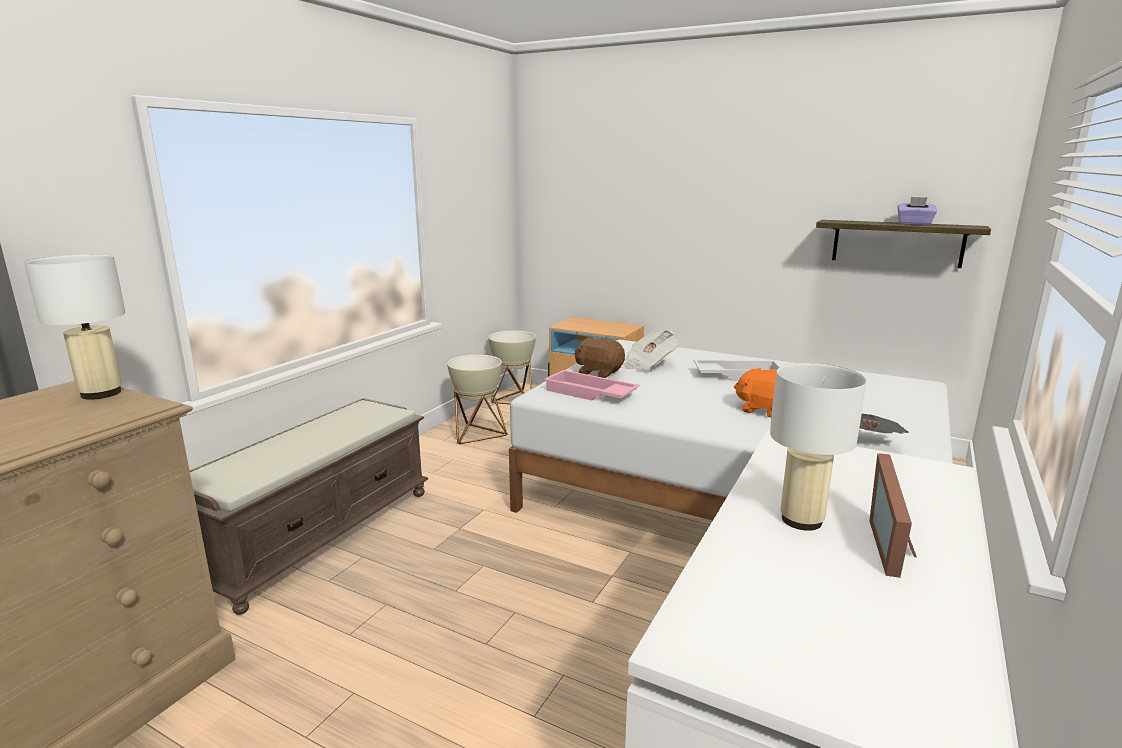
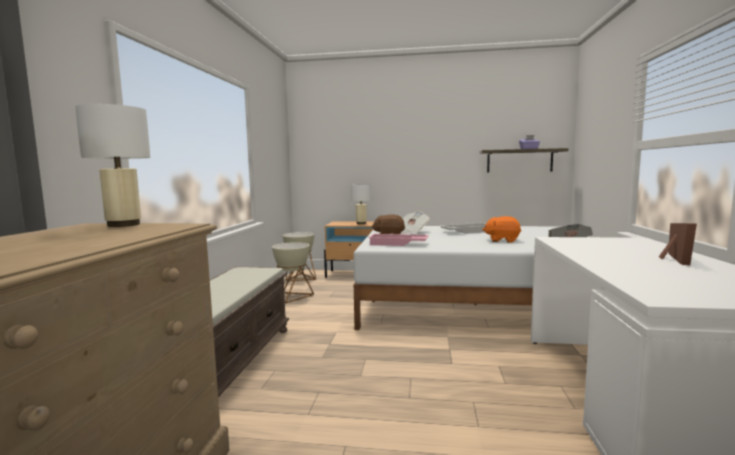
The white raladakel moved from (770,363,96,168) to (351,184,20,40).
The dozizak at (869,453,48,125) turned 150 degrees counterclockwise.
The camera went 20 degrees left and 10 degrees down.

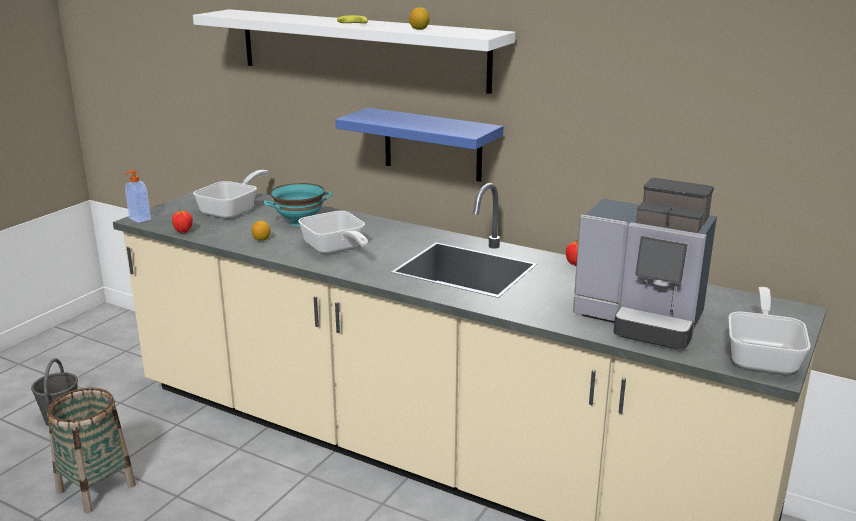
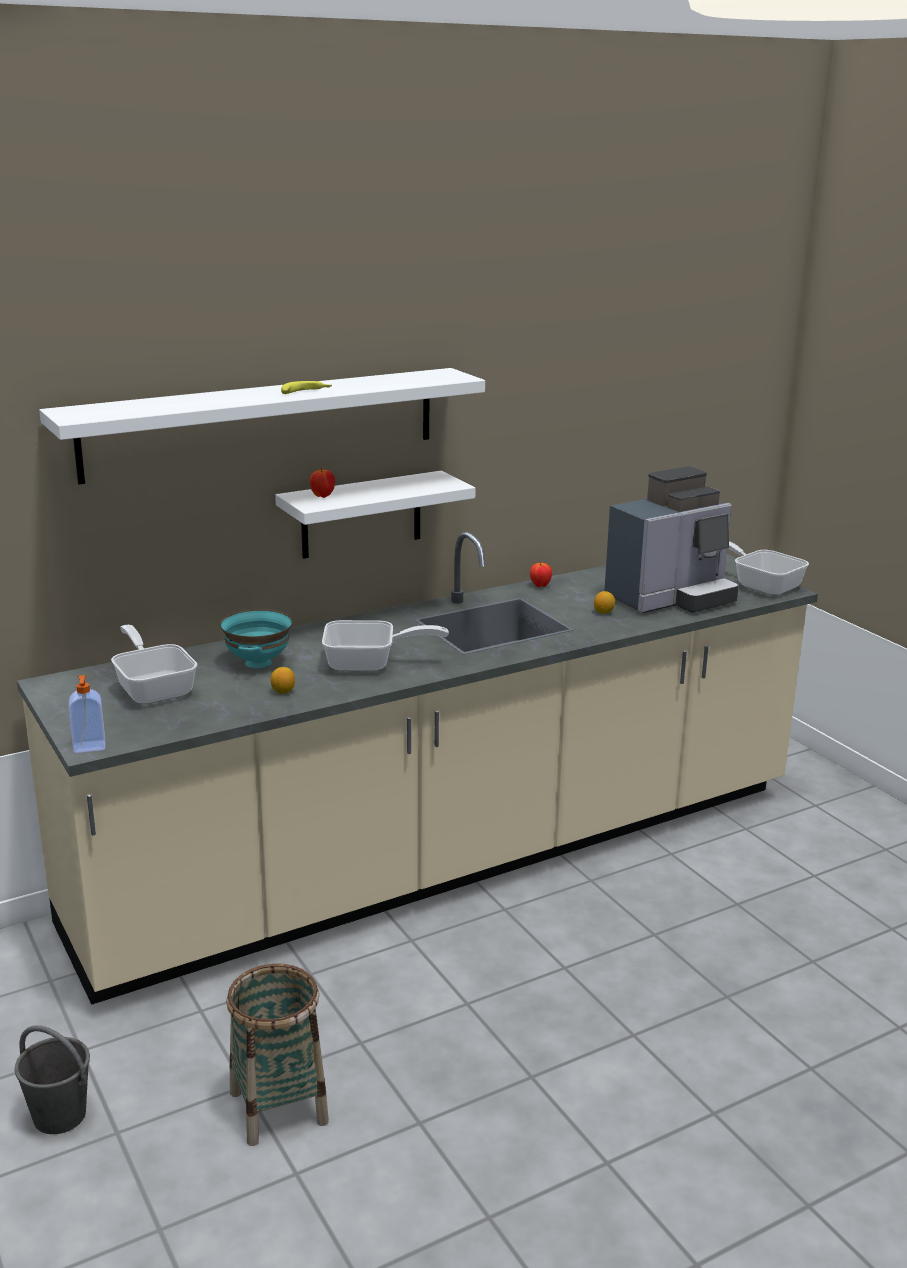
The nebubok moved from (409,7,21,23) to (594,591,21,23).
The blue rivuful at (335,108,168,74) became the white rivuful at (275,471,201,88).
The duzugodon moved from (172,209,21,24) to (310,468,25,30).
The camera went 60 degrees left and 0 degrees up.

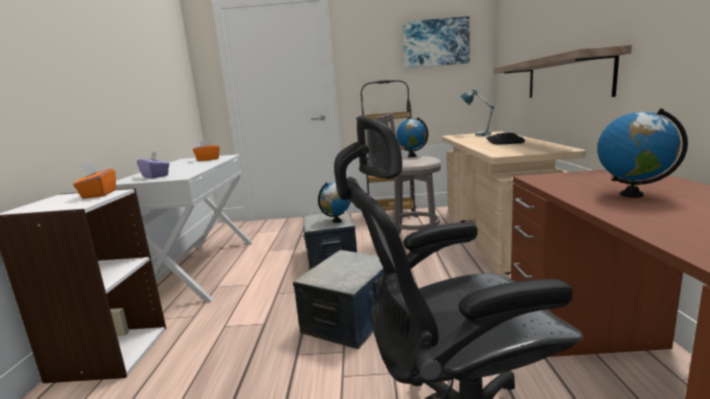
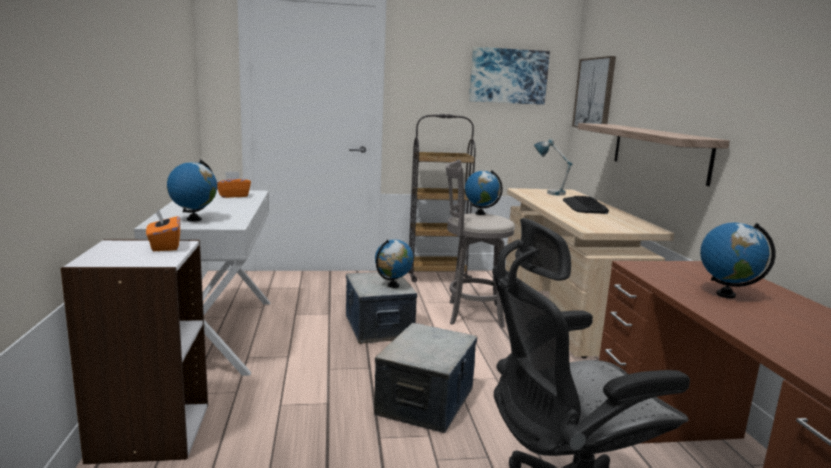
The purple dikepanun at (137,152,32,26) was replaced by the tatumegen at (167,160,50,62).
The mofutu at (572,56,44,71) appeared.
The camera went 10 degrees left and 0 degrees up.

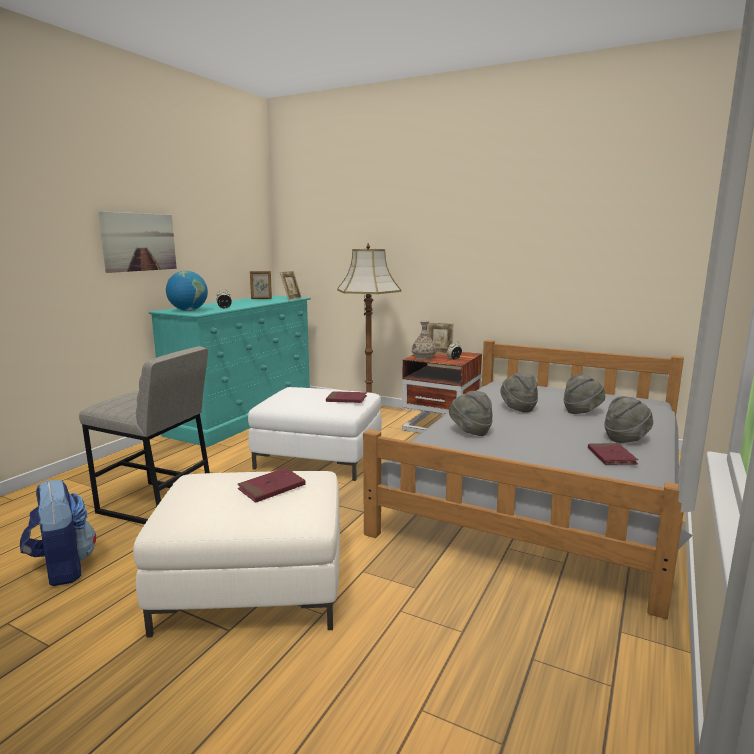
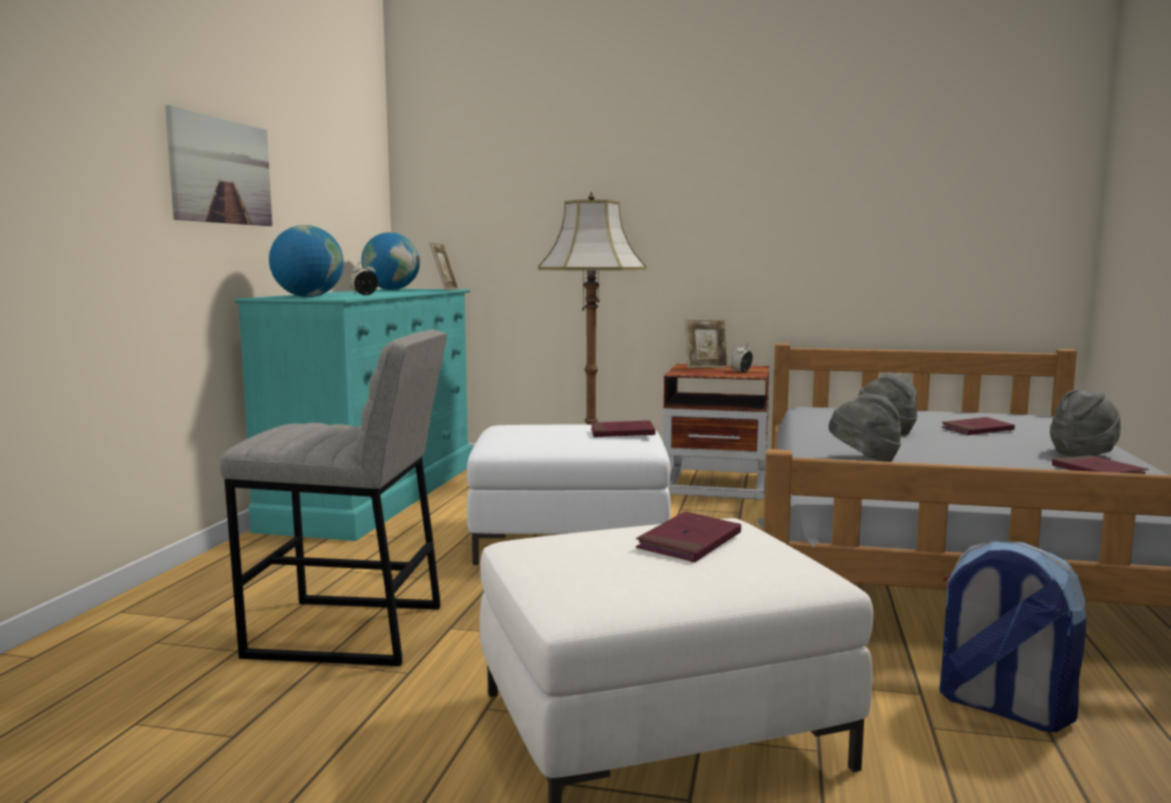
The dozizak at (250,271,22,28) was replaced by the tatumegen at (361,232,59,58).
The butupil at (412,321,24,39) disappeared.
The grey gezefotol at (563,375,42,39) was replaced by the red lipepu at (941,417,74,18).
The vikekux moved from (20,480,76,106) to (939,540,147,192).
The camera went 15 degrees left and 5 degrees down.

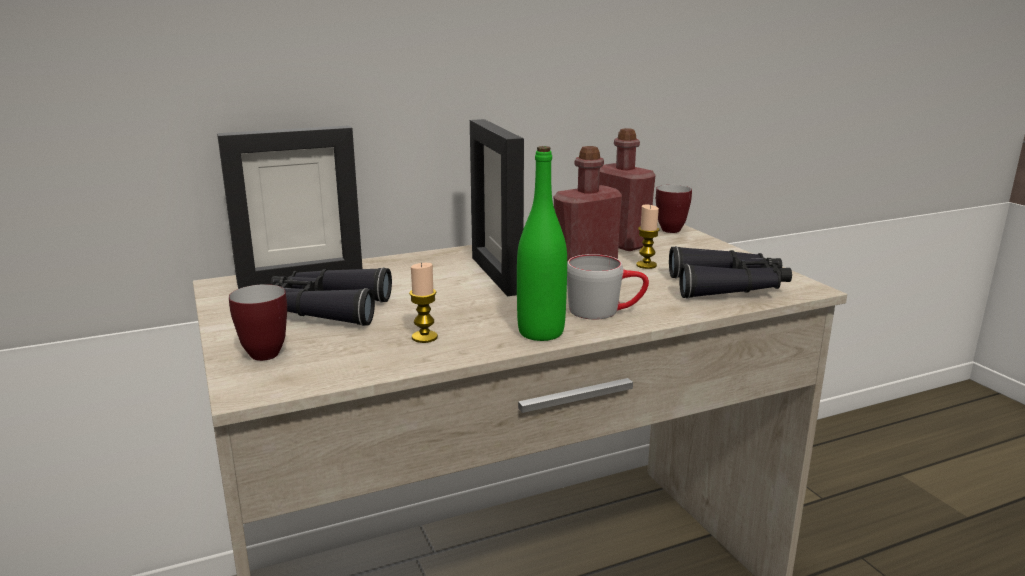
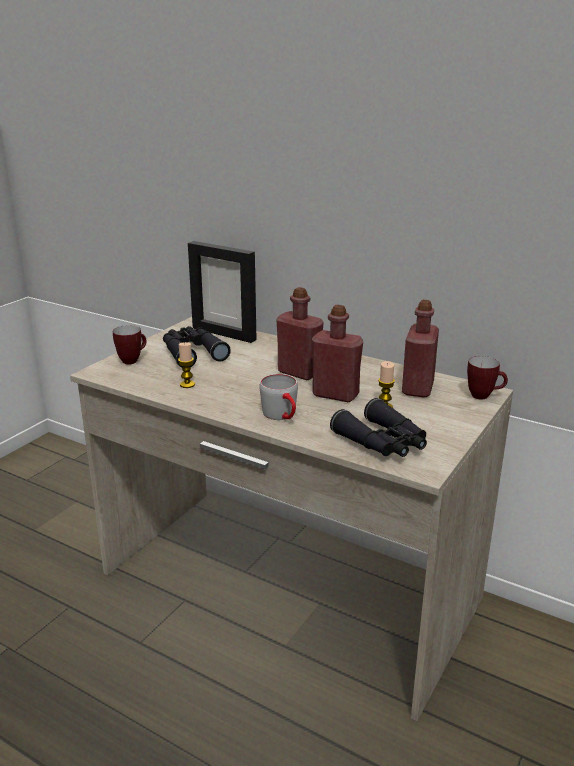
The dozizak at (470,119,54,177) was replaced by the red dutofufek at (276,287,47,93).
The green dutofufek at (517,146,50,195) disappeared.
The camera went 55 degrees right and 5 degrees up.

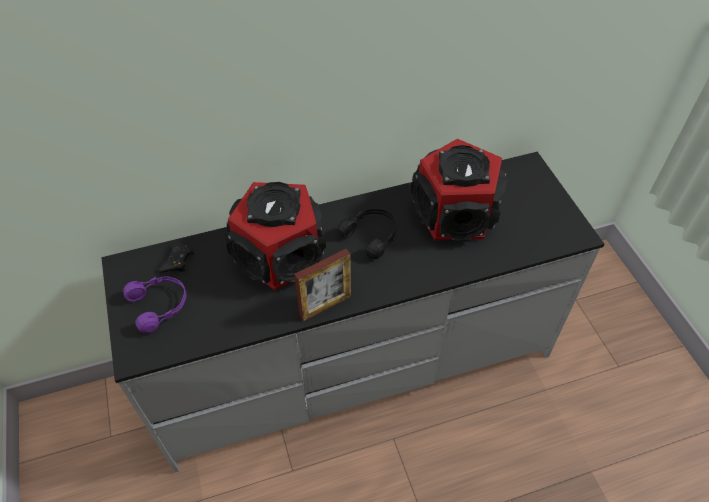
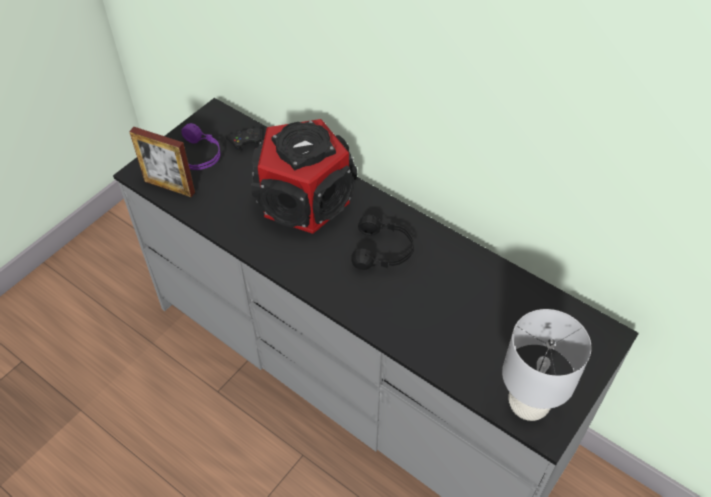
The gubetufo at (411,139,97,102) disappeared.
The dozizak moved from (294,249,57,72) to (129,127,66,70).
The grey raladakel at (502,309,89,112) appeared.
The camera went 55 degrees right and 0 degrees up.

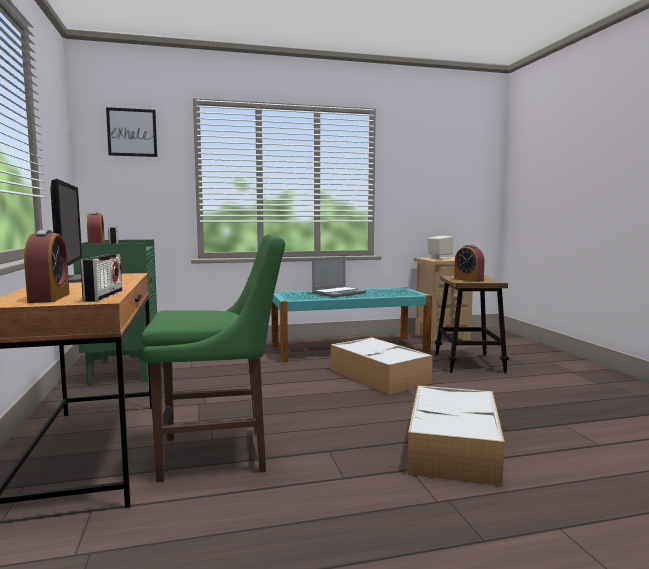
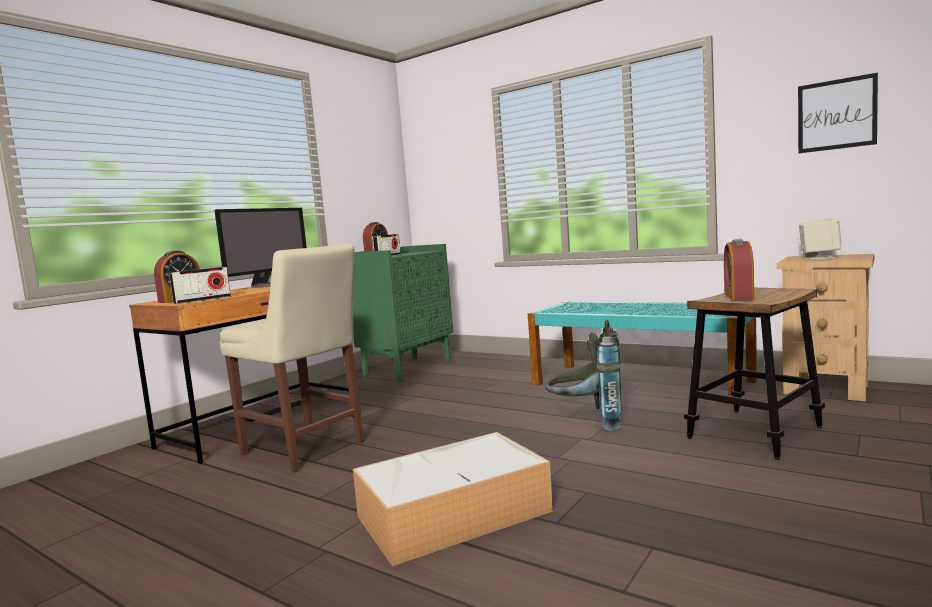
The mofutu moved from (106,107,51,50) to (798,73,80,80).
The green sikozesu at (142,234,143,248) became the beige sikozesu at (220,244,144,228).
The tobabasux at (312,256,54,41) disappeared.
The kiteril at (331,337,102,58) was replaced by the grey vikekux at (546,320,76,111).
The camera went 50 degrees right and 0 degrees up.

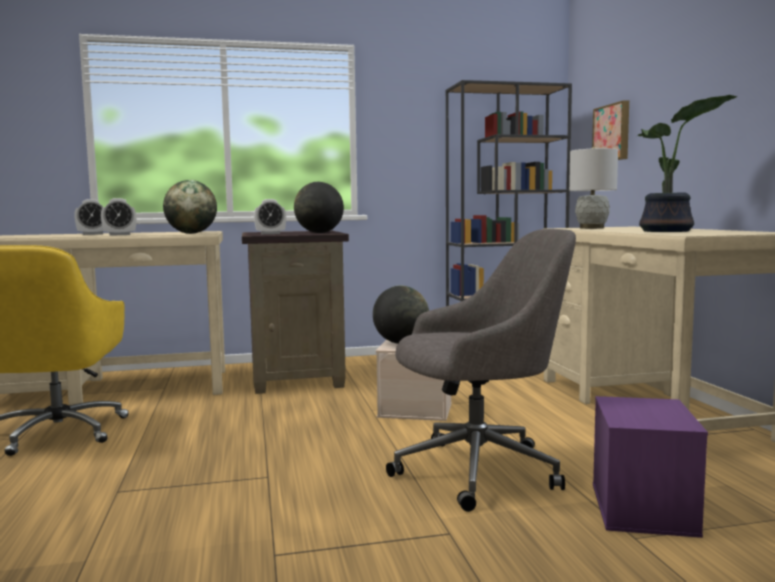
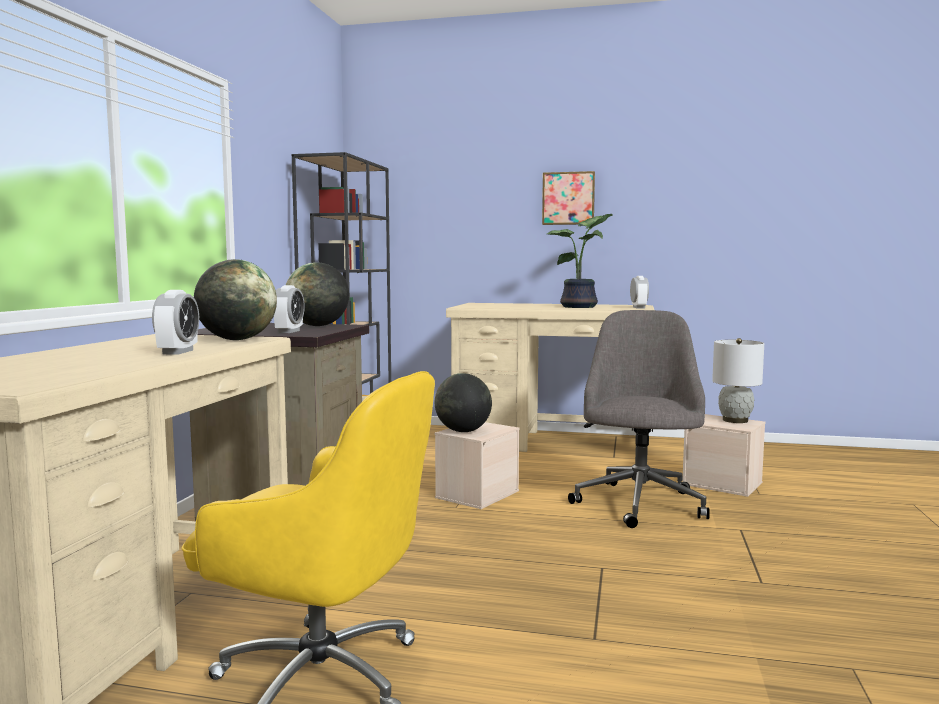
The mofutu moved from (592,100,37,60) to (542,171,53,54).
The white raladakel moved from (569,146,49,83) to (712,338,52,85).
The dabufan moved from (74,199,29,36) to (630,276,19,32).
The purple kiteril at (593,396,115,142) became the beige kiteril at (682,414,84,83).
The camera went 65 degrees left and 0 degrees up.

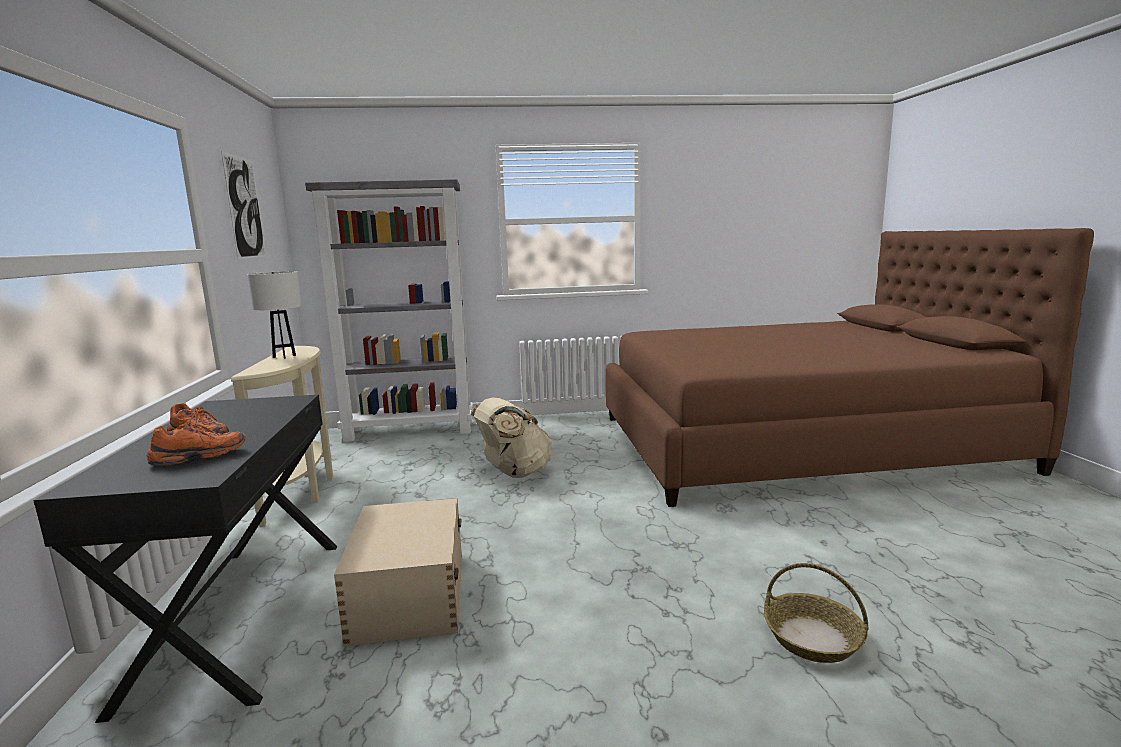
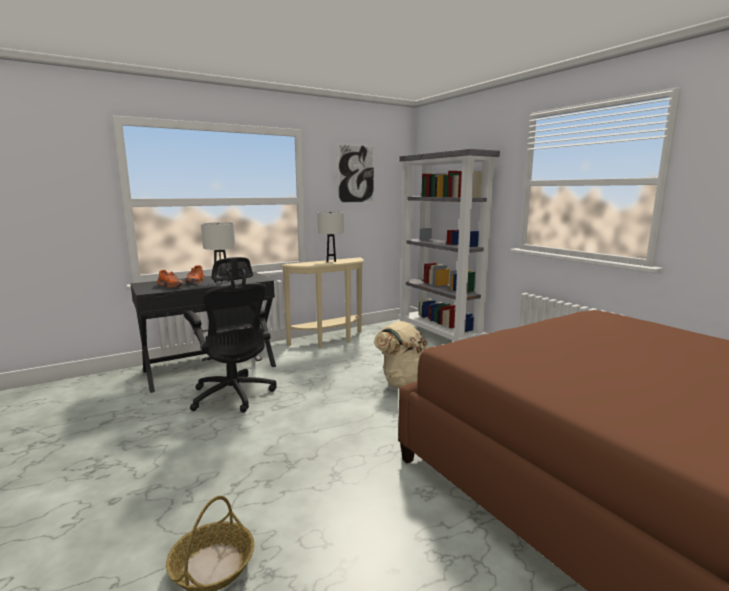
The beige kiteril at (334,498,128,148) was replaced by the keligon at (184,257,92,155).
The white raladakel at (201,222,35,61) appeared.
The camera went 65 degrees right and 0 degrees up.

